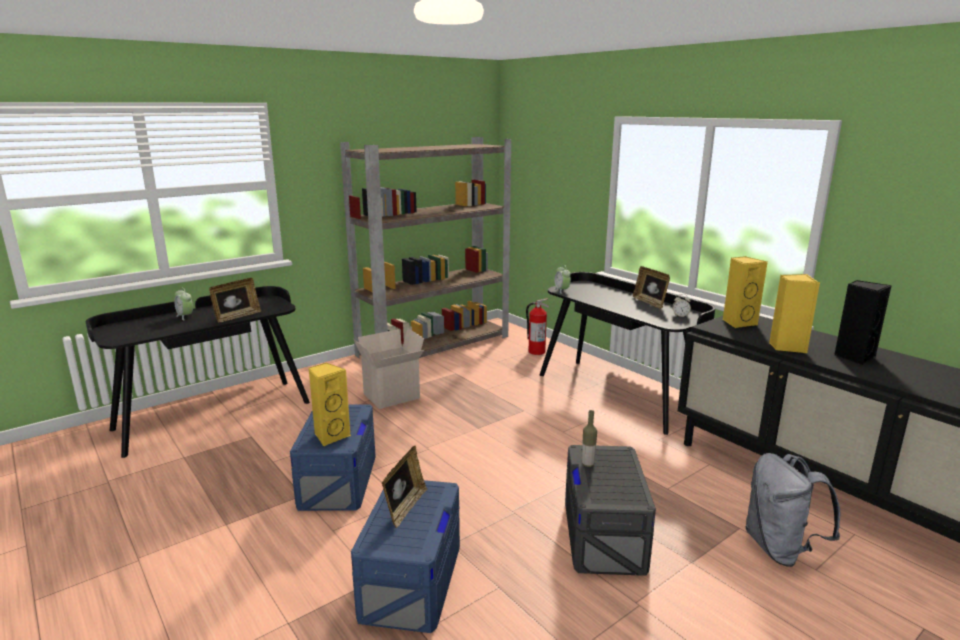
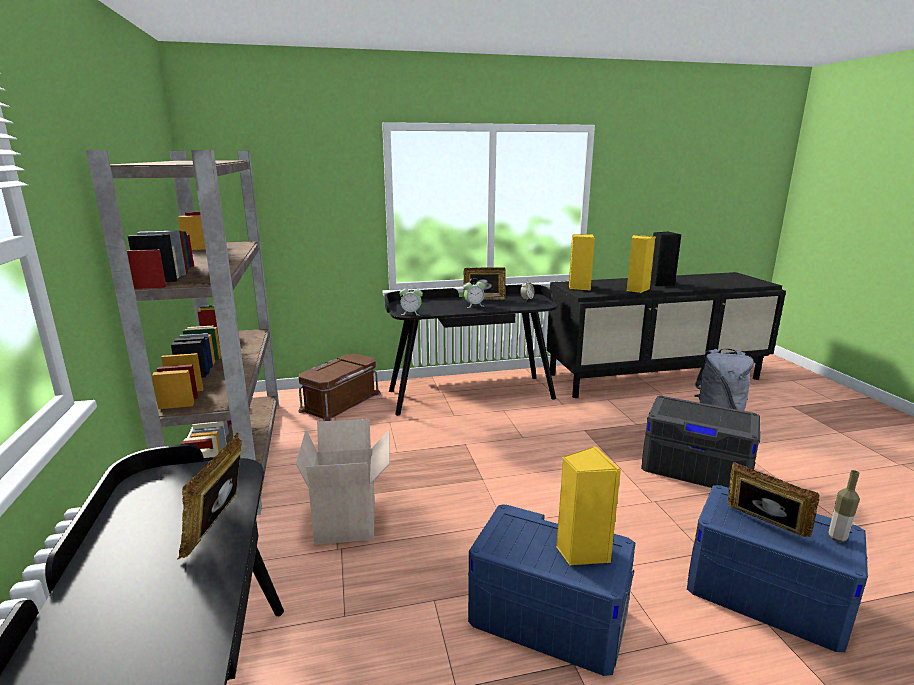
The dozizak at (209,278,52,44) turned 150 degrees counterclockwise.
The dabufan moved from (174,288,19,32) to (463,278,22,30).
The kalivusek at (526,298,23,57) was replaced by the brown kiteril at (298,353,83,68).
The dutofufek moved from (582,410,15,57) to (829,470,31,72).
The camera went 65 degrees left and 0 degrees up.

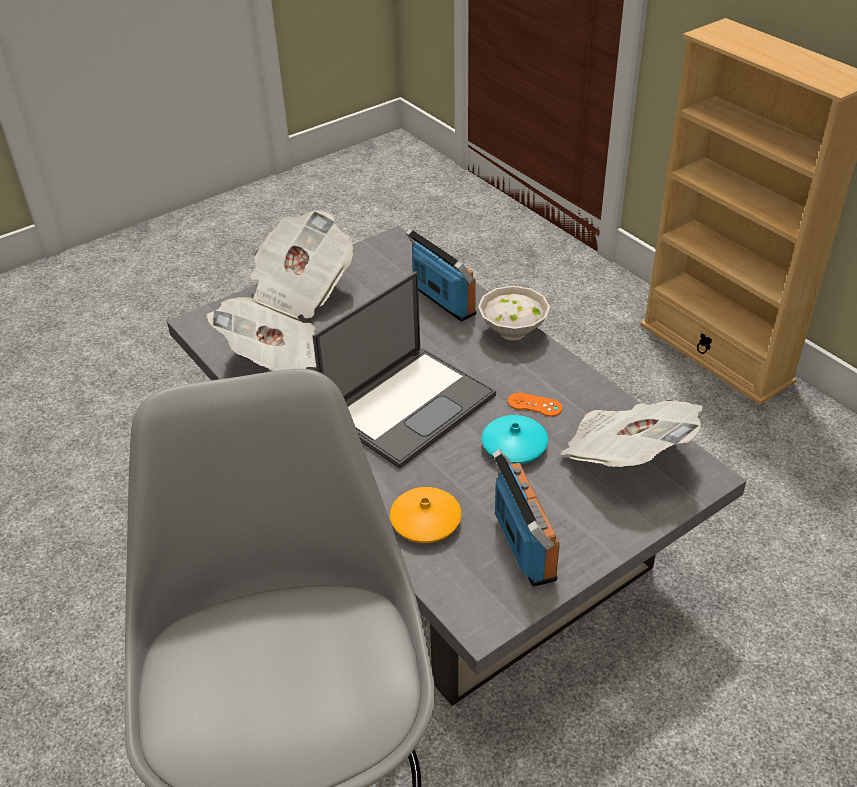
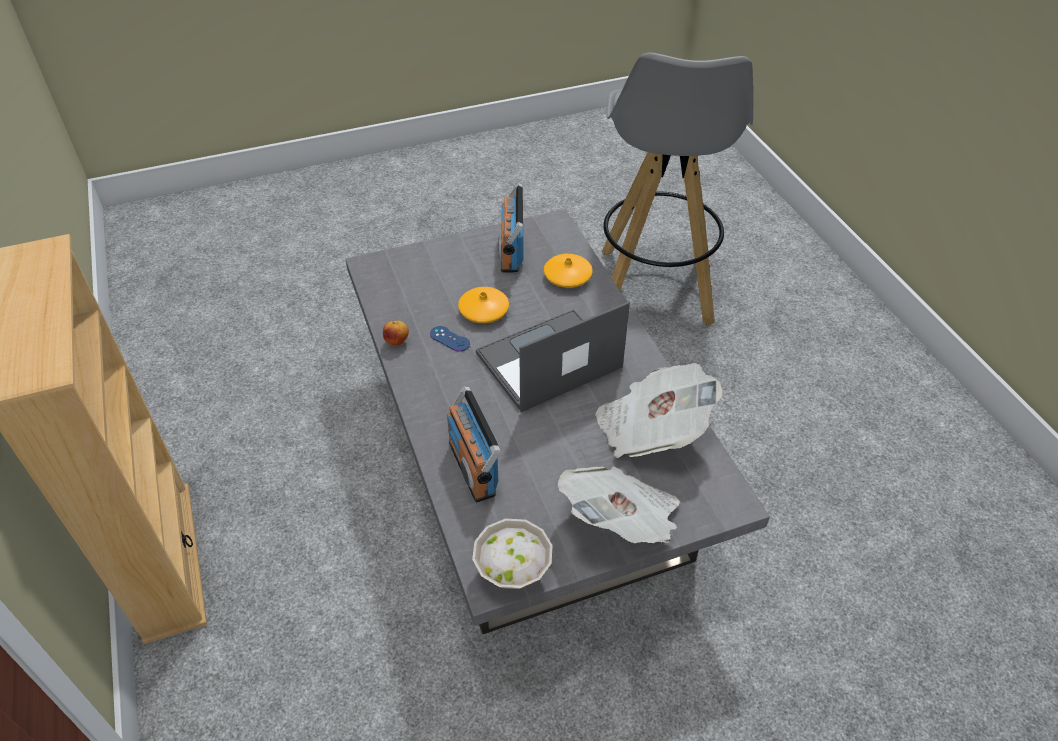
The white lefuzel moved from (478,286,72,55) to (472,519,81,70).
The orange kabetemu at (508,392,54,25) became the blue kabetemu at (430,326,40,26).
The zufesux at (561,400,143,67) disappeared.
The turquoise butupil at (482,415,66,49) became the orange butupil at (458,287,51,36).
The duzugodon at (383,321,26,24) appeared.
The camera went 165 degrees left and 5 degrees up.

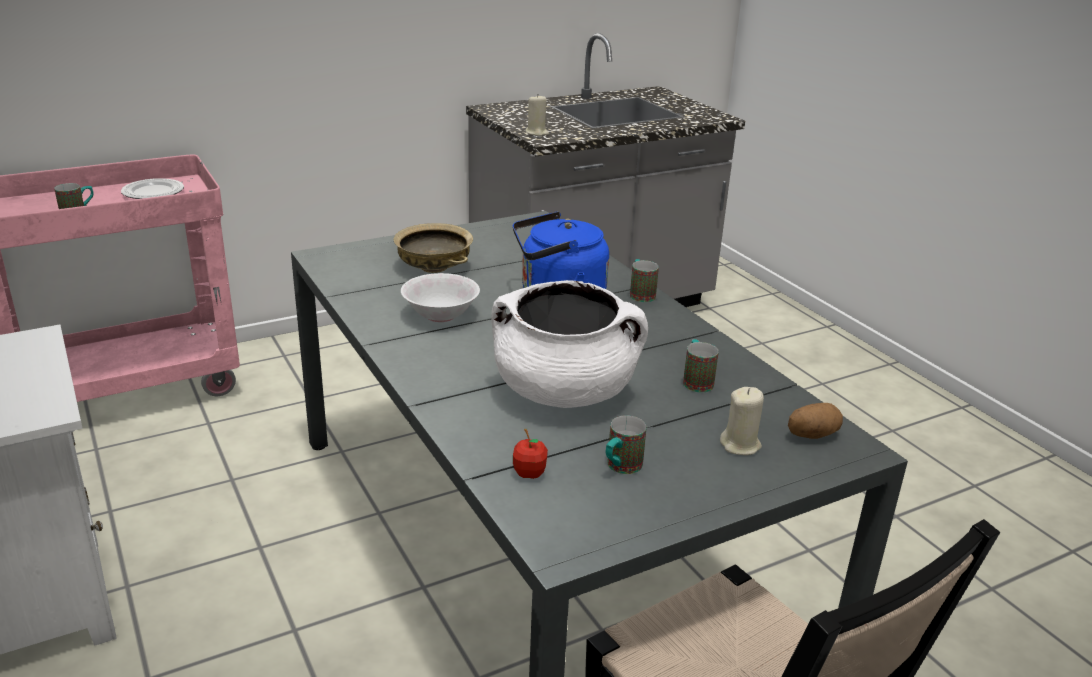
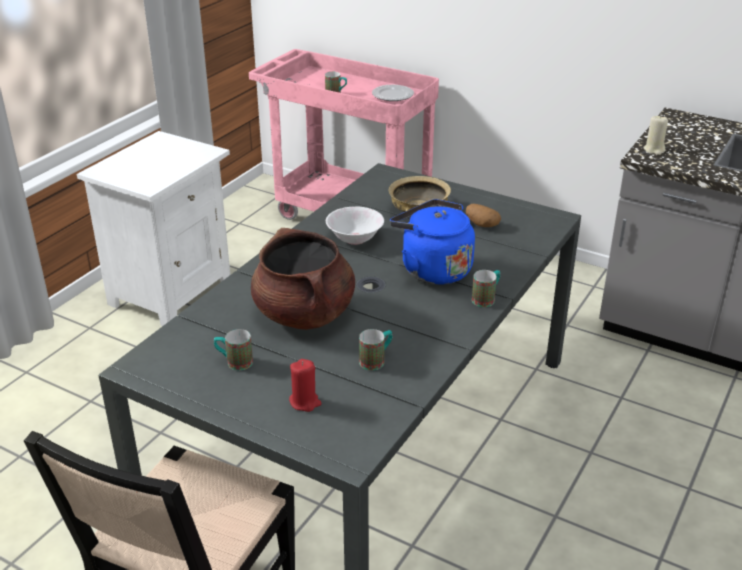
The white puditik at (491,280,157,128) became the brown puditik at (251,228,104,102).
The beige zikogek at (720,387,44,68) became the red zikogek at (289,359,32,53).
The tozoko moved from (788,403,55,36) to (466,204,35,23).
The duzugodon at (513,429,35,50) disappeared.
The camera went 60 degrees right and 5 degrees up.

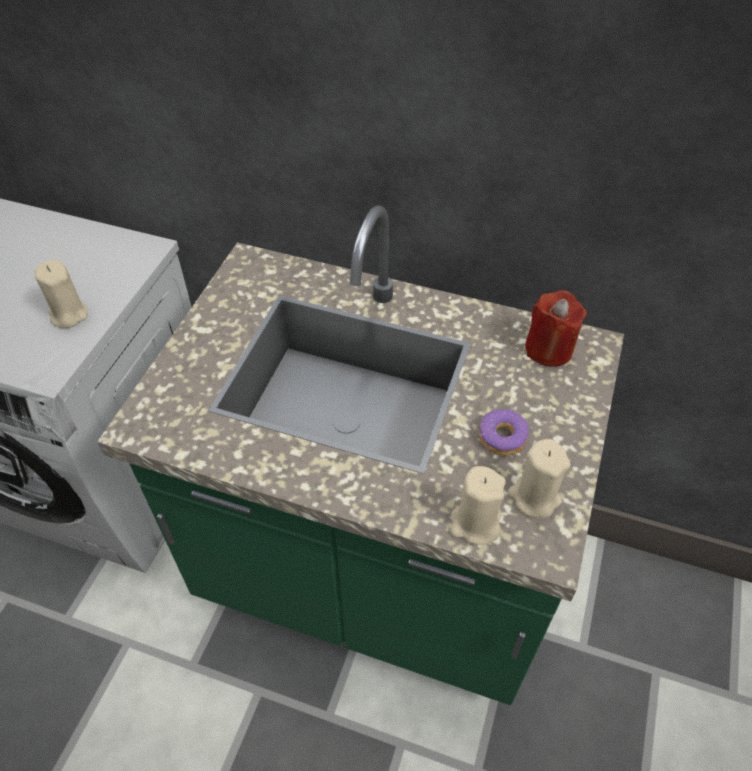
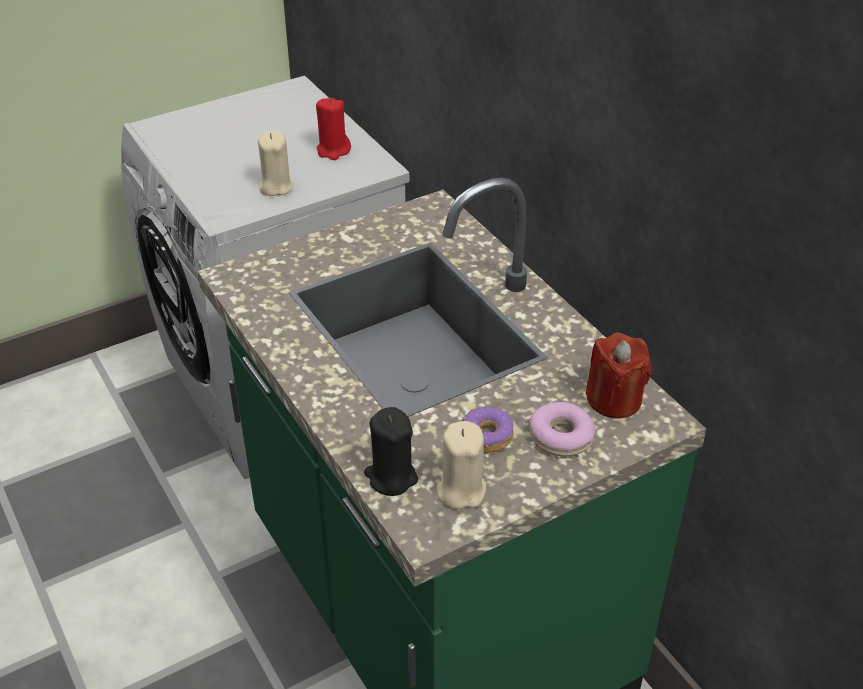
The beige zikogek at (451,466,55,79) became the black zikogek at (364,407,54,89).
The red zikogek at (316,98,35,62) appeared.
The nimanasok at (529,402,67,54) appeared.
The camera went 40 degrees right and 10 degrees down.

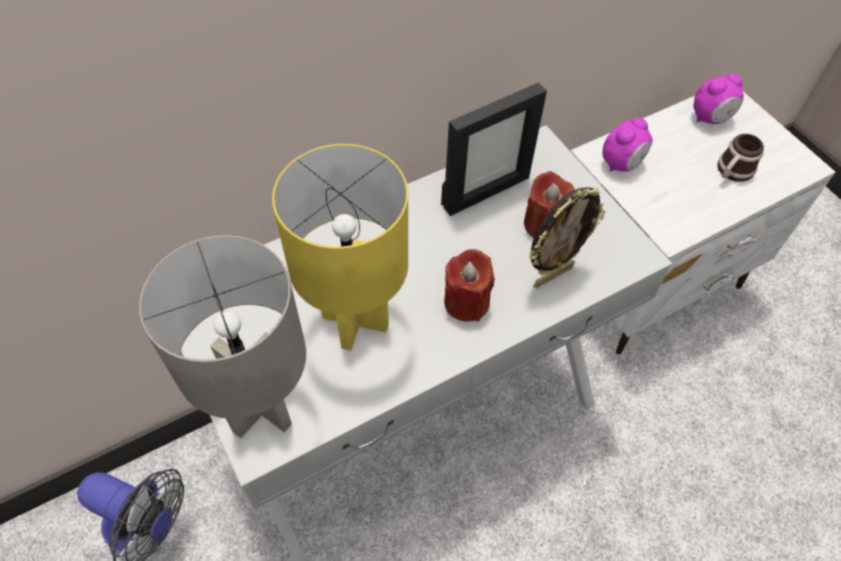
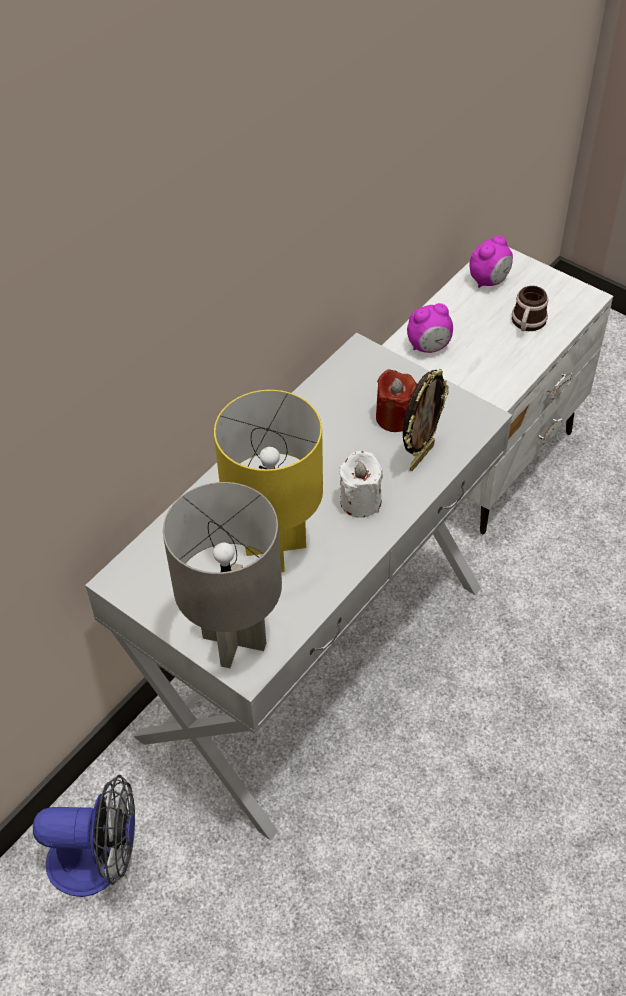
The dozizak at (441,82,106,134) disappeared.
The dabufan at (602,118,50,54) turned 45 degrees clockwise.
The red zikogek at (444,249,51,72) became the white zikogek at (340,451,43,67).
The camera went 20 degrees left and 5 degrees down.

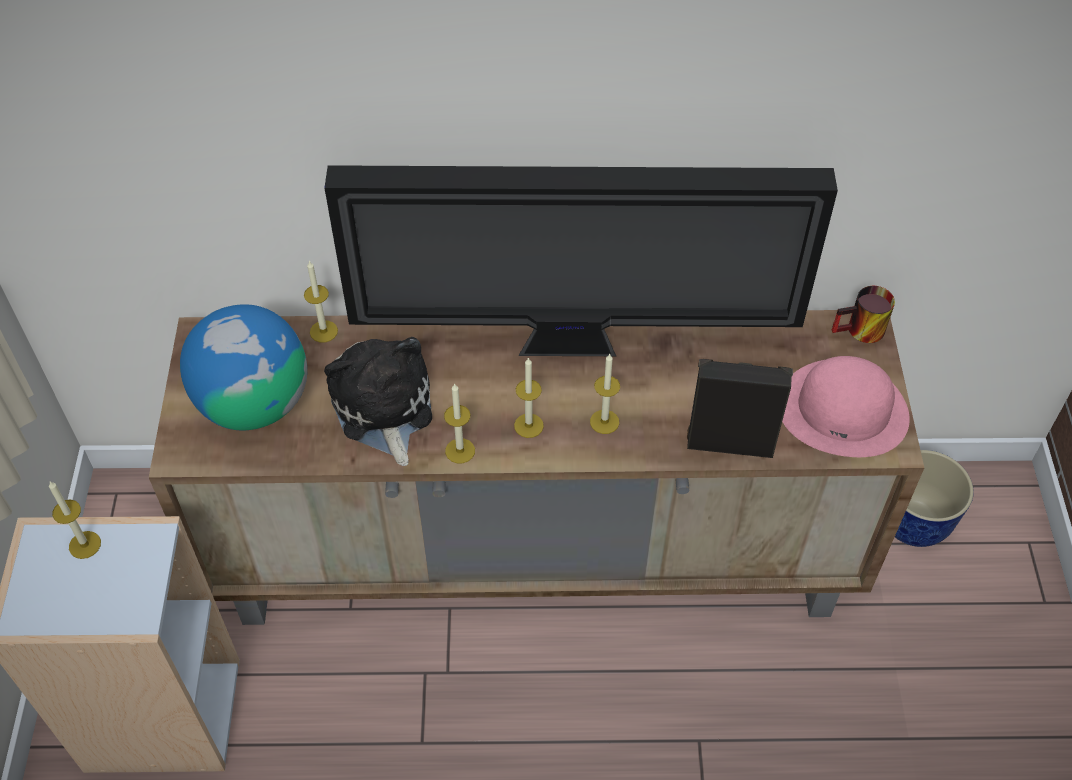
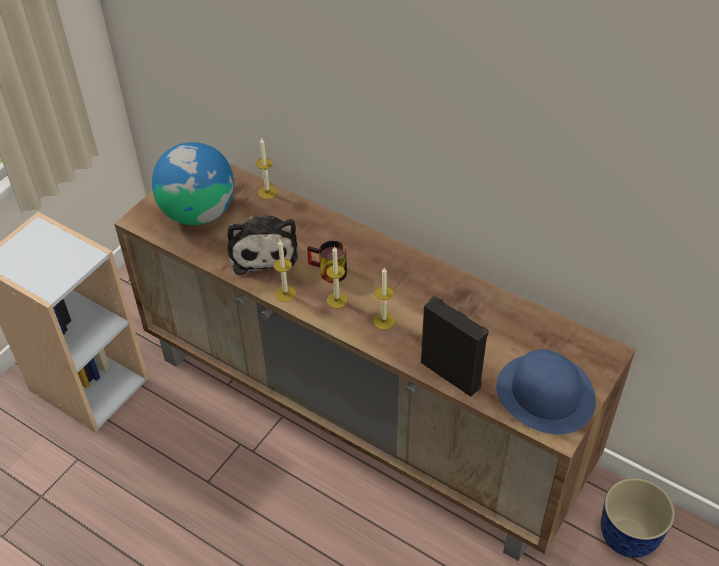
The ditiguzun at (324,165,514,191) disappeared.
The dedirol moved from (832,286,63,57) to (307,241,40,42).
The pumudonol at (324,337,108,129) turned 150 degrees clockwise.
The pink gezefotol at (782,356,128,101) became the blue gezefotol at (496,349,100,86).
The zikogek at (49,481,52,78) disappeared.
The camera went 35 degrees right and 5 degrees down.

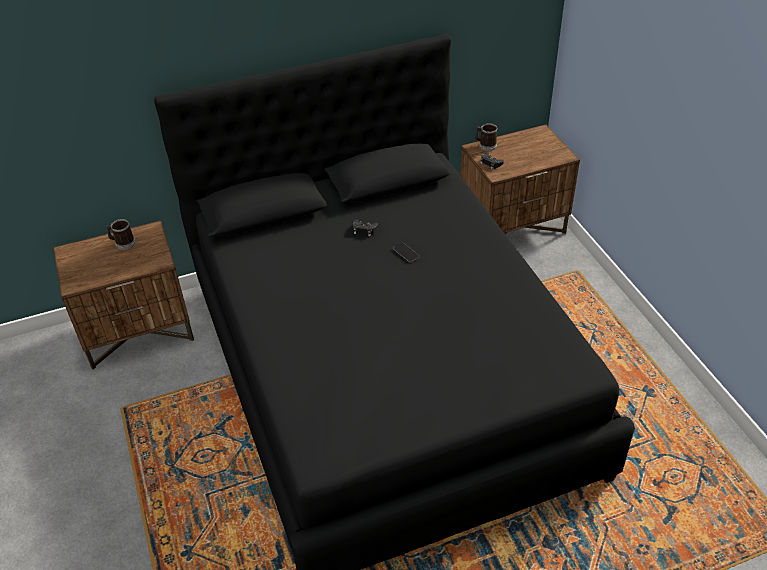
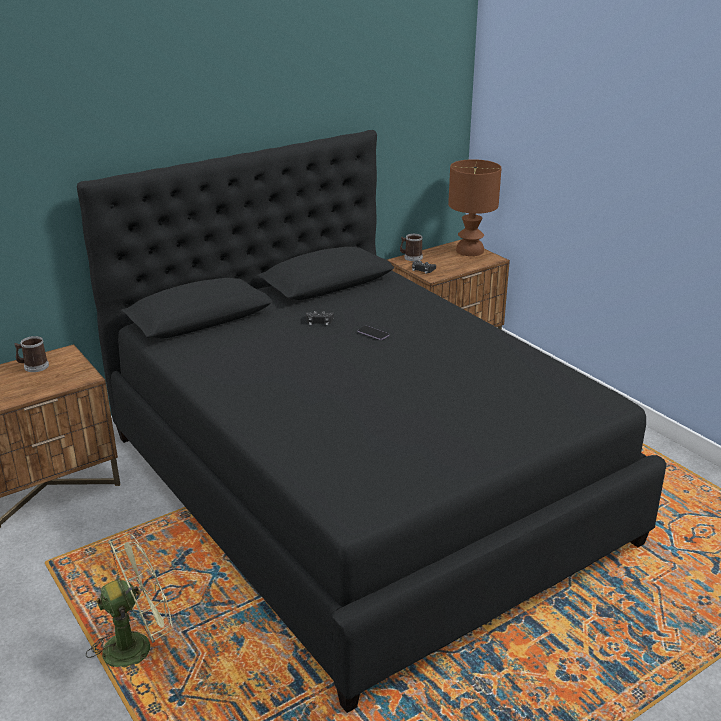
The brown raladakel at (448,159,54,97) appeared.
The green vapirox at (86,534,87,135) appeared.
The camera went 15 degrees left and 15 degrees down.

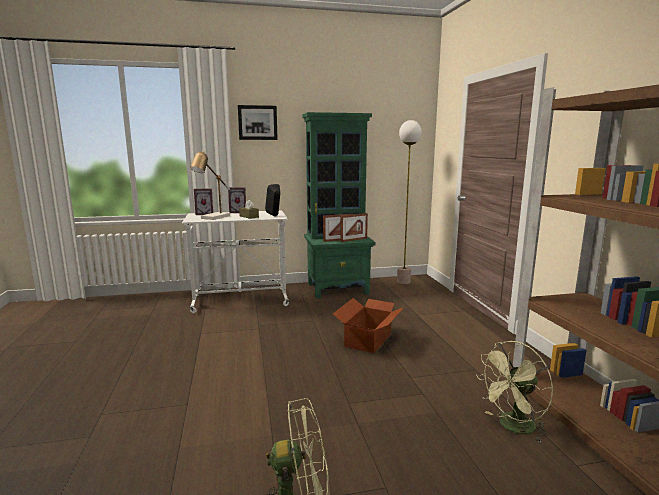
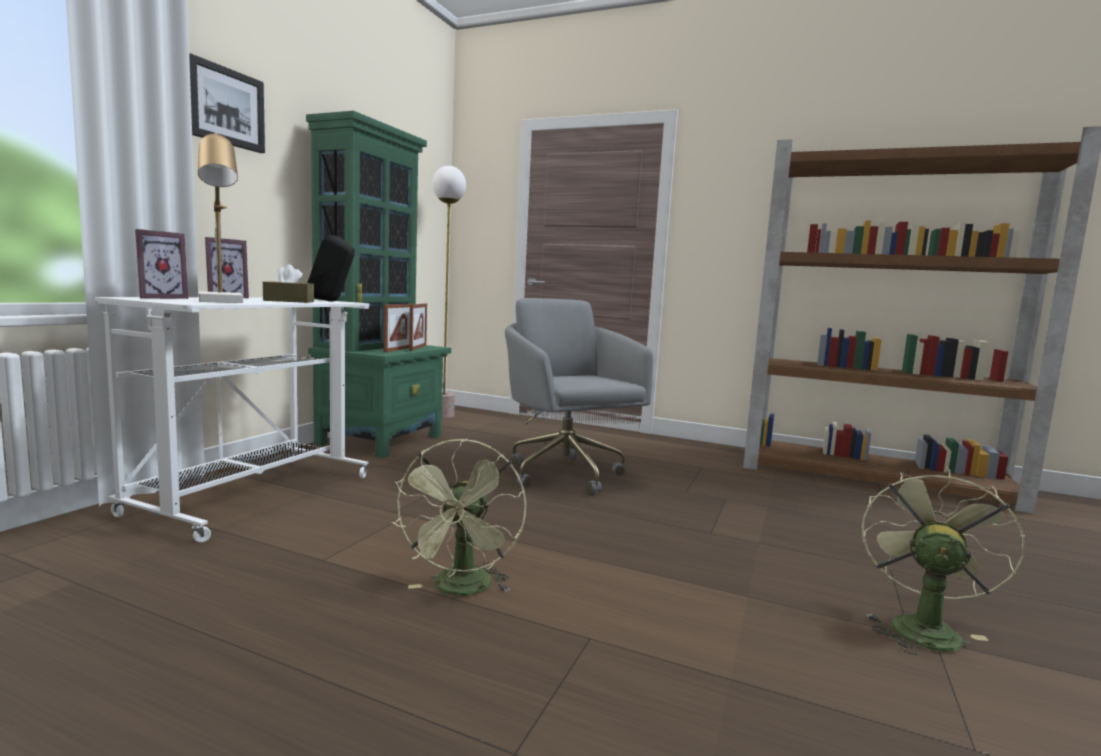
The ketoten at (333,298,71,55) was replaced by the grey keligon at (505,298,148,196).
The green vapirox moved from (476,341,77,102) to (391,439,135,157).
The camera went 55 degrees left and 5 degrees down.

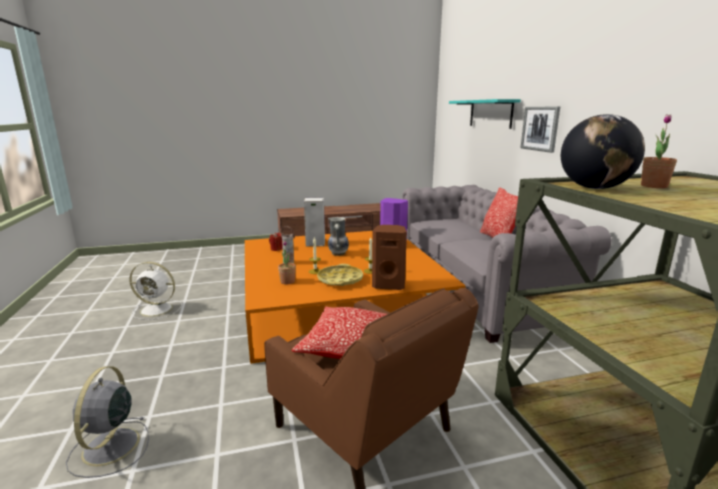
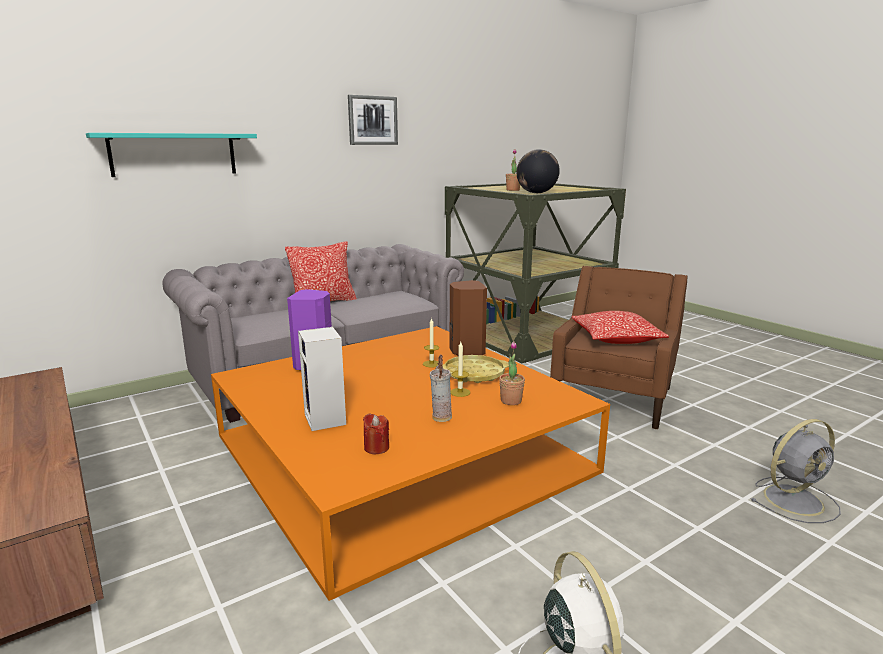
The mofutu moved from (521,107,39,46) to (348,95,50,50).
The butupil at (328,217,21,39) disappeared.
The camera went 110 degrees left and 0 degrees up.

